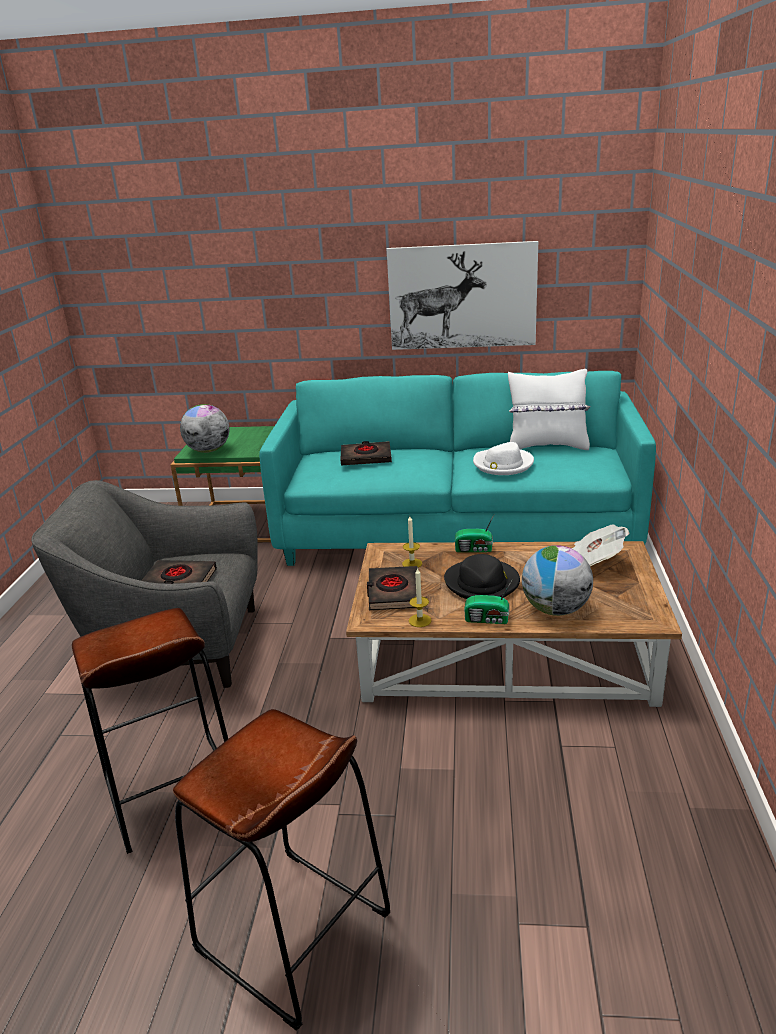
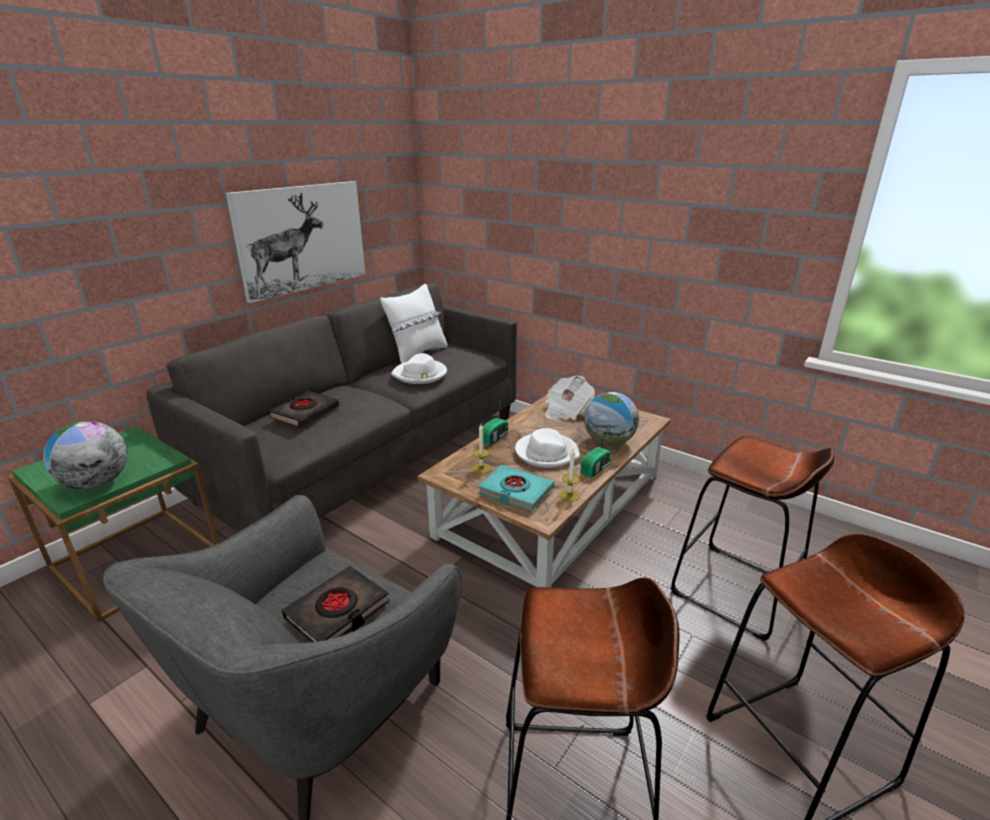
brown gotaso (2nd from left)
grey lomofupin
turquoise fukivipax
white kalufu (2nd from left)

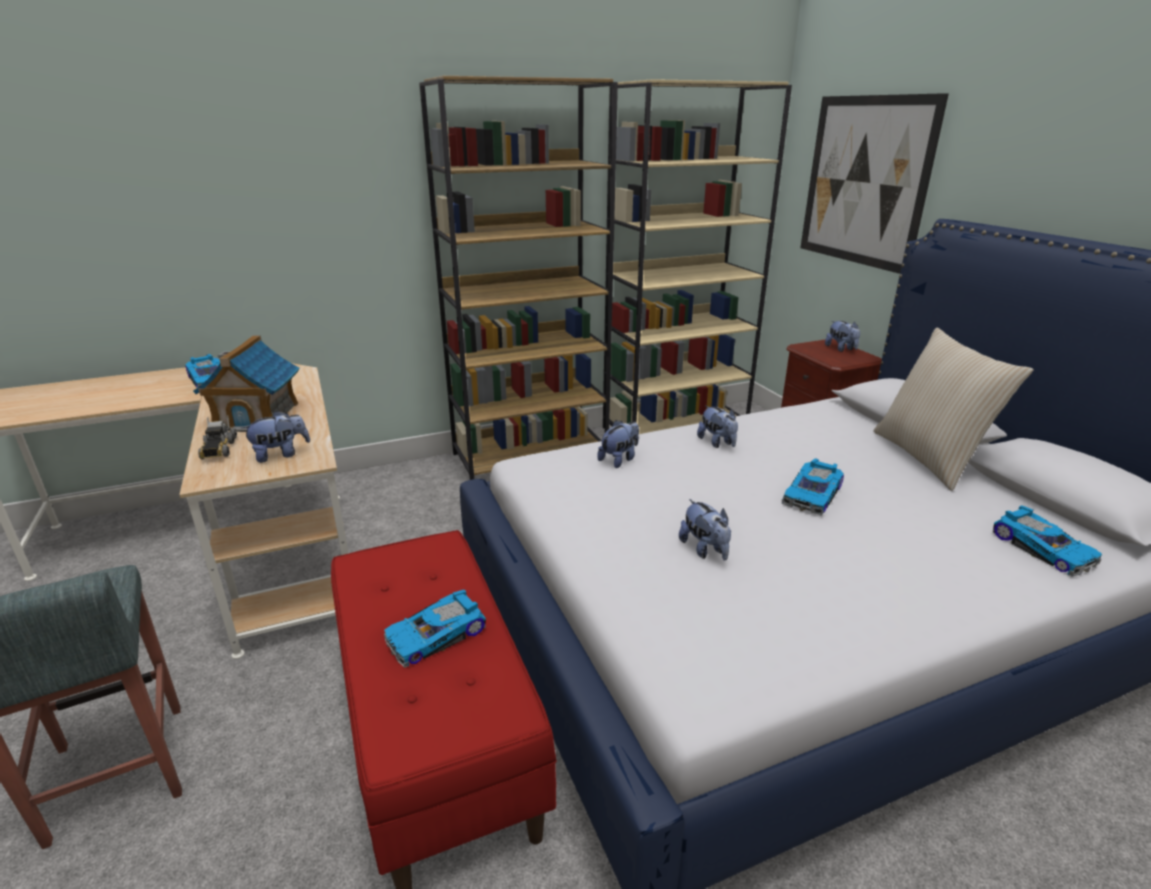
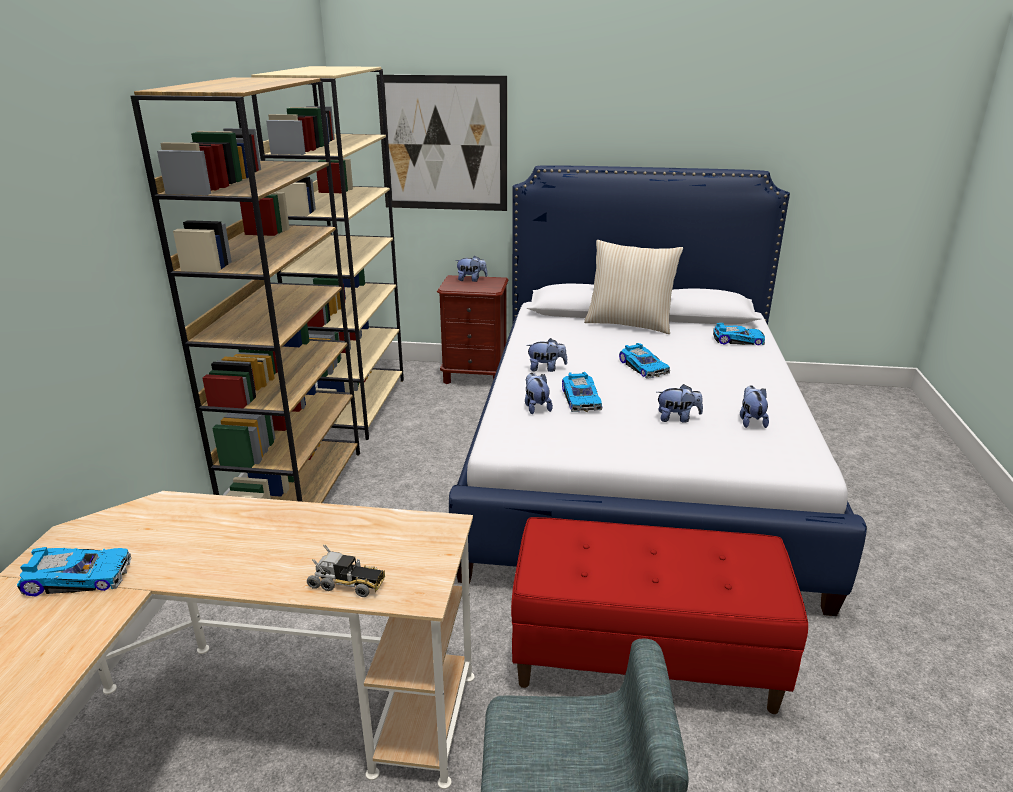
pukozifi
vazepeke (5th from left)
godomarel (2nd from left)

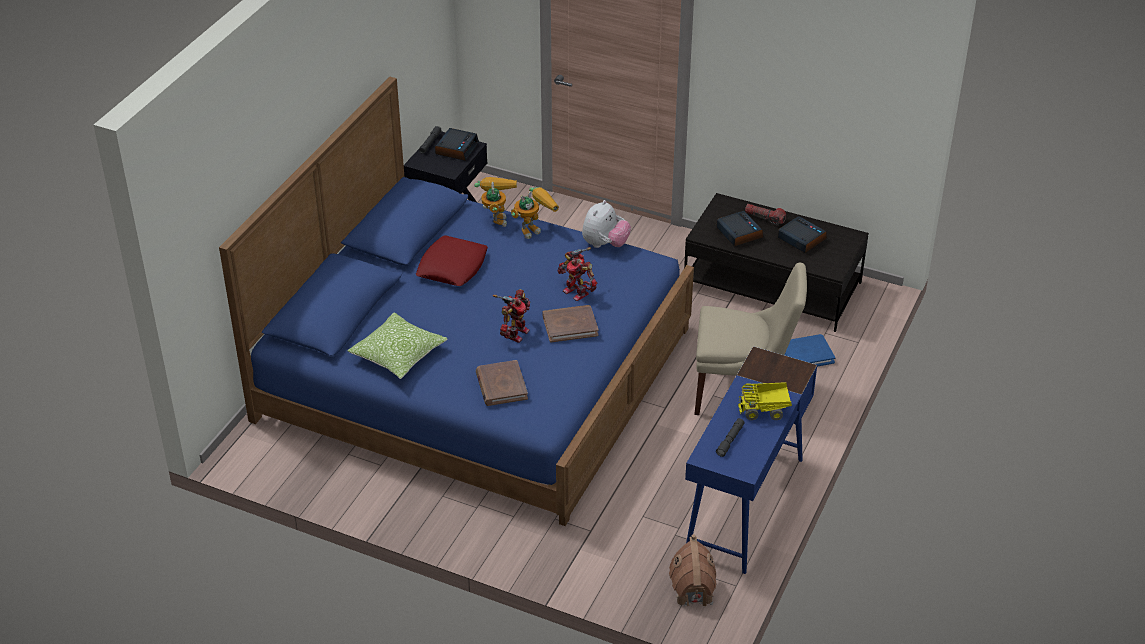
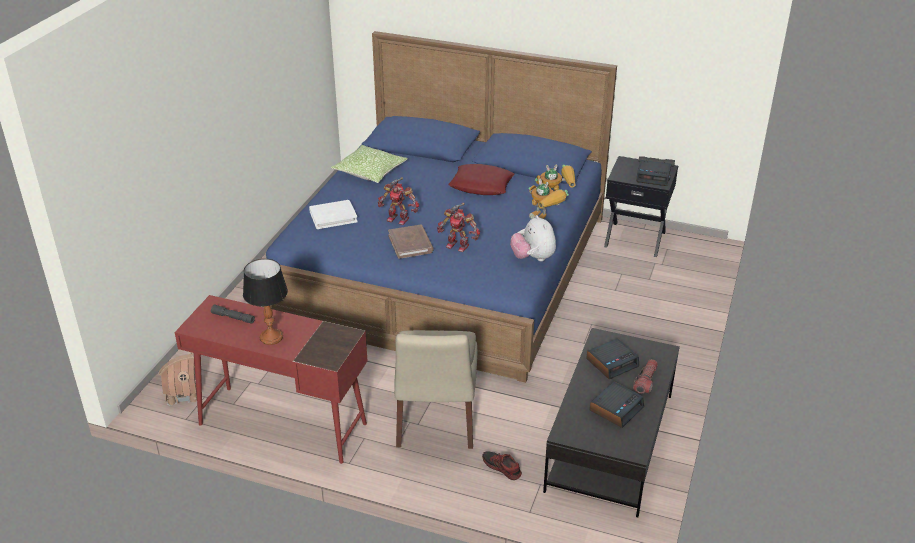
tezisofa
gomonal
white fukivipax
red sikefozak
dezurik (2nd from left)
vazepeke

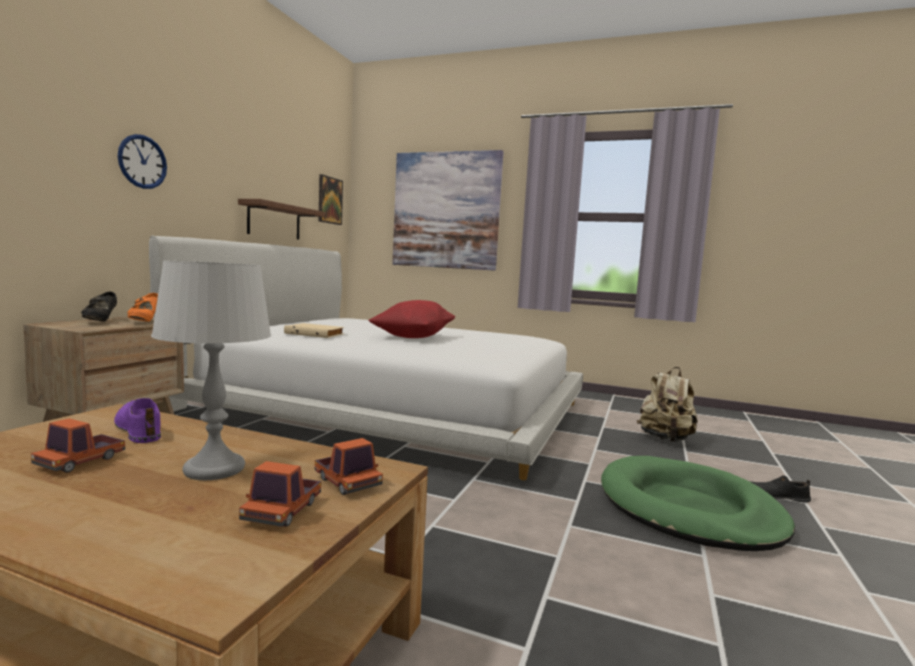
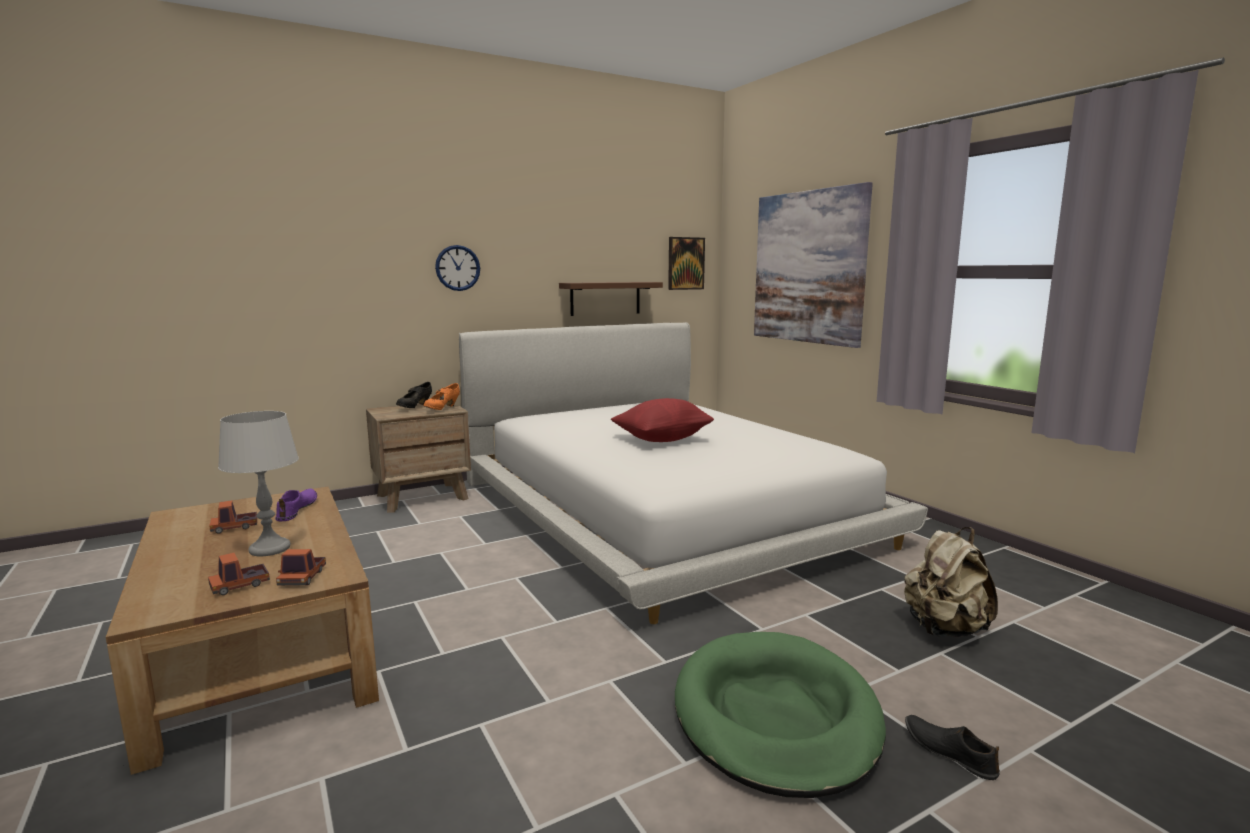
beige fukivipax

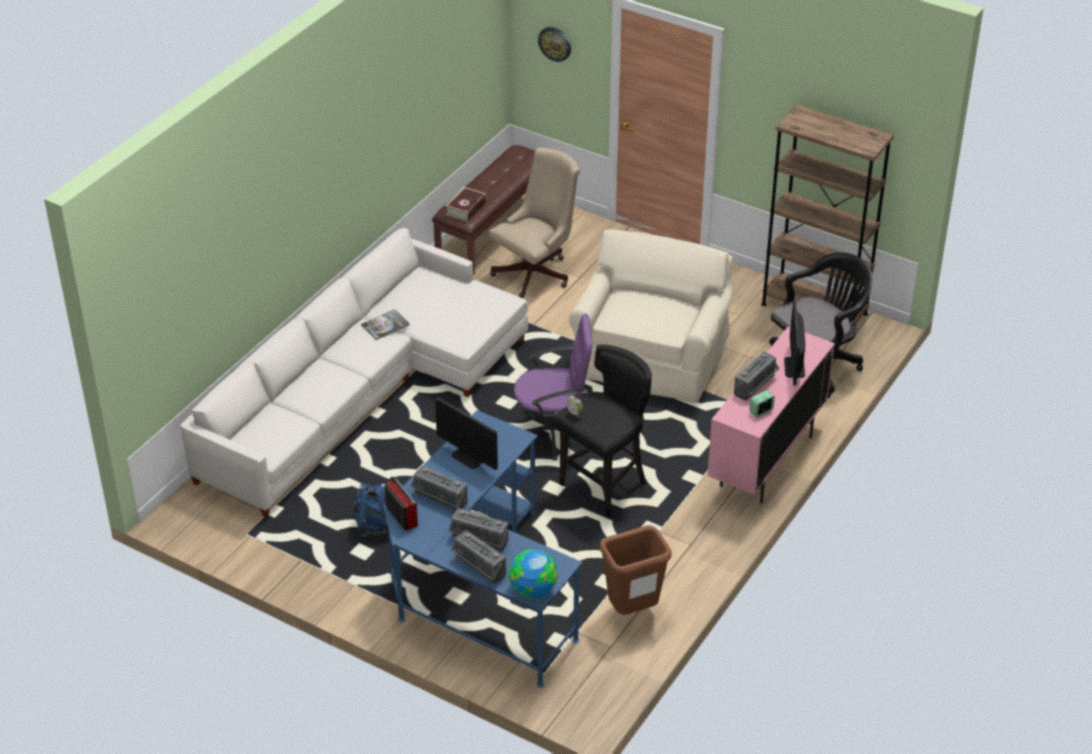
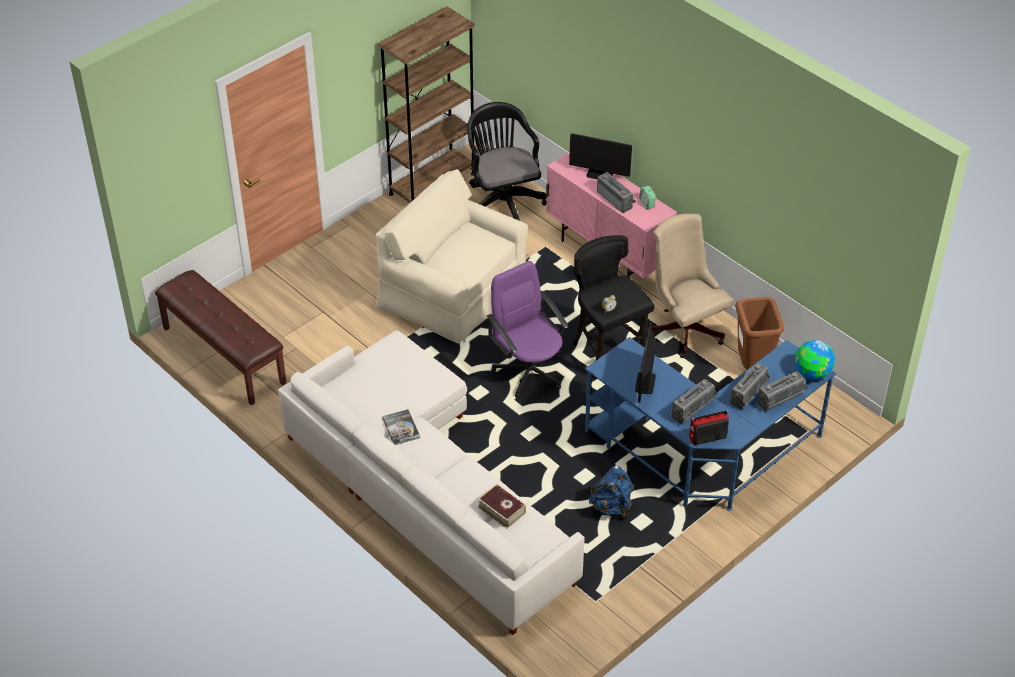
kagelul
fukivipax (2nd from left)
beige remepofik
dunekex (2nd from left)
purple remepofik

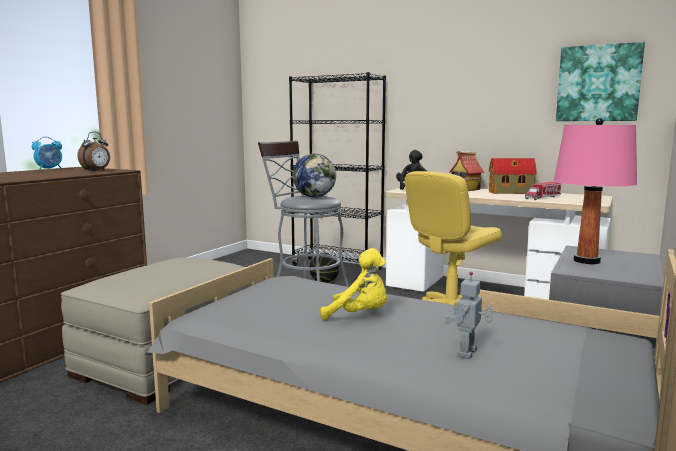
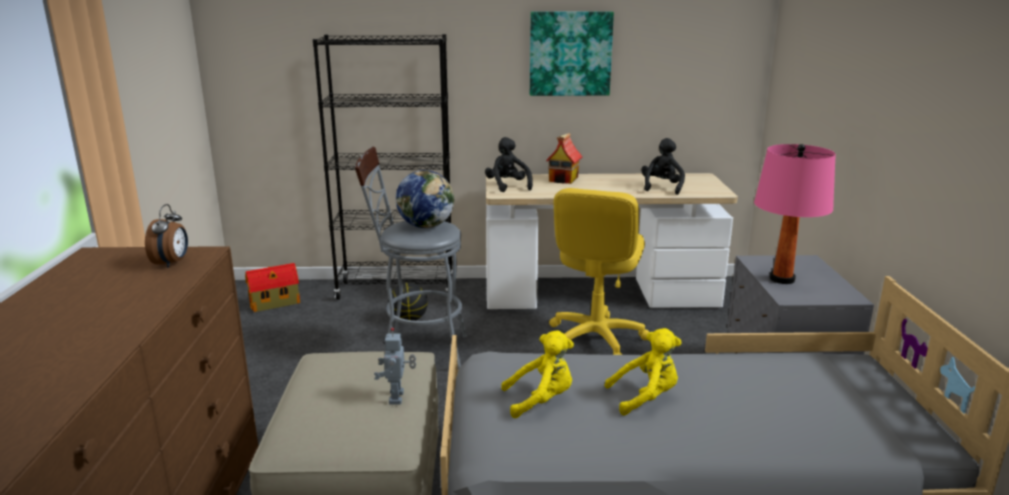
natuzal (1st from left in the first image)
yellow vazepeke (1st from left)
dezurik
pukozifi (1st from left)
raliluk
black vazepeke (2nd from left)

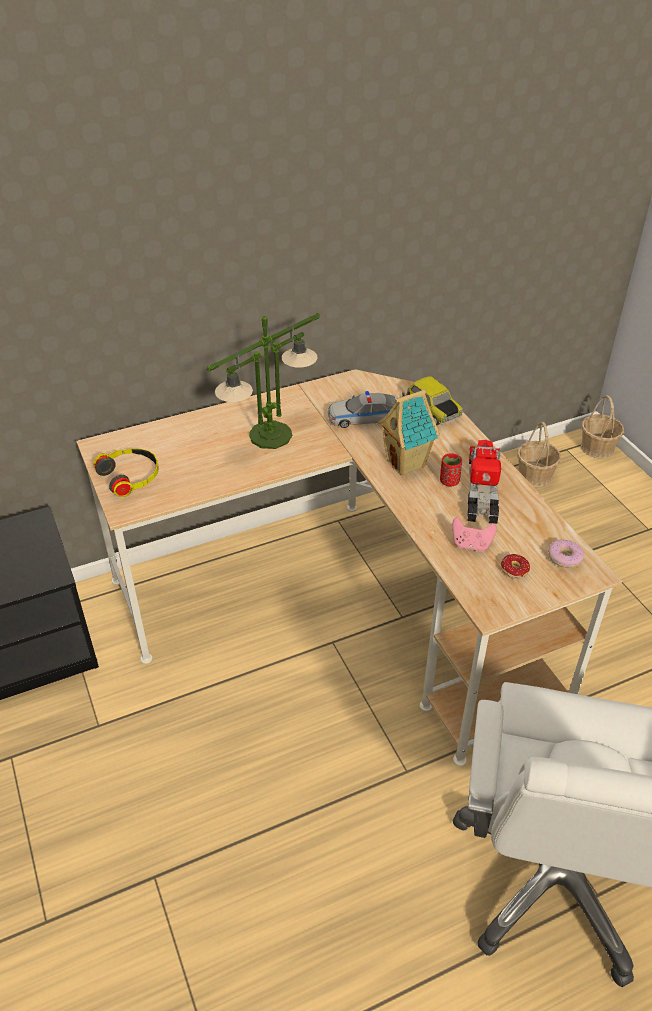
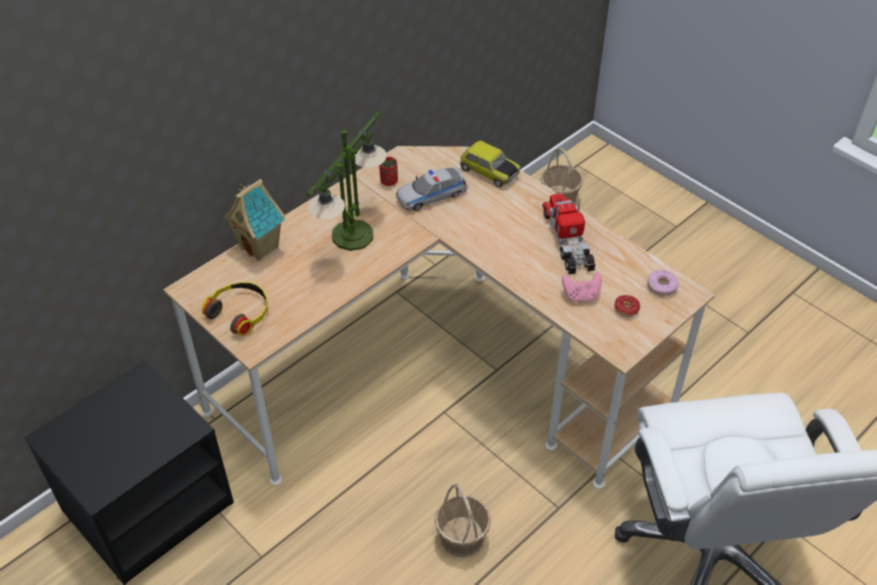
pukozifi
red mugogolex
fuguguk (1st from left)

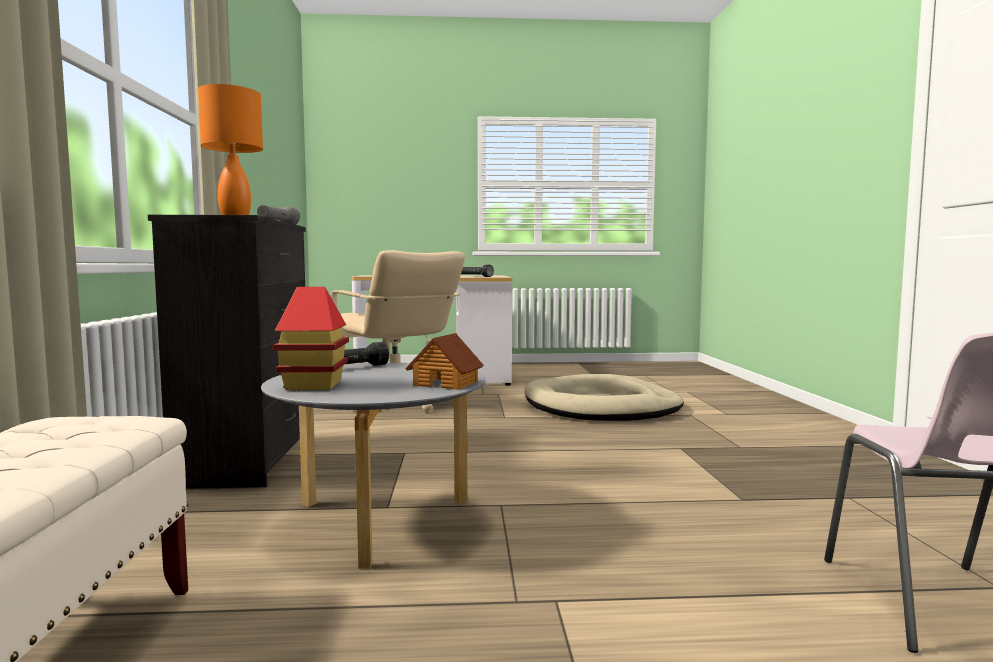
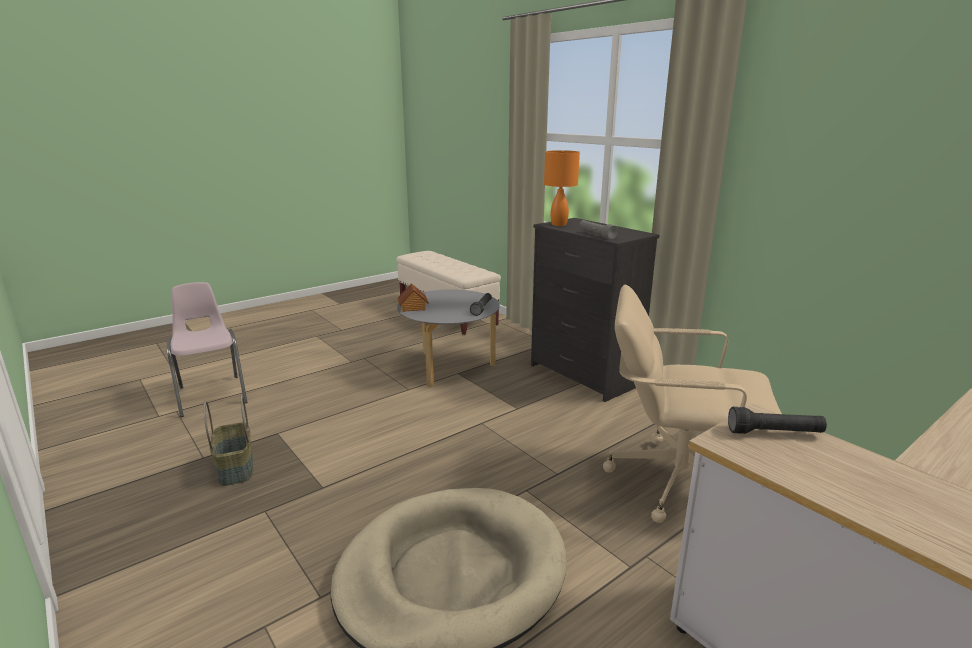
pukozifi (1st from left in the first image)
fuguguk

